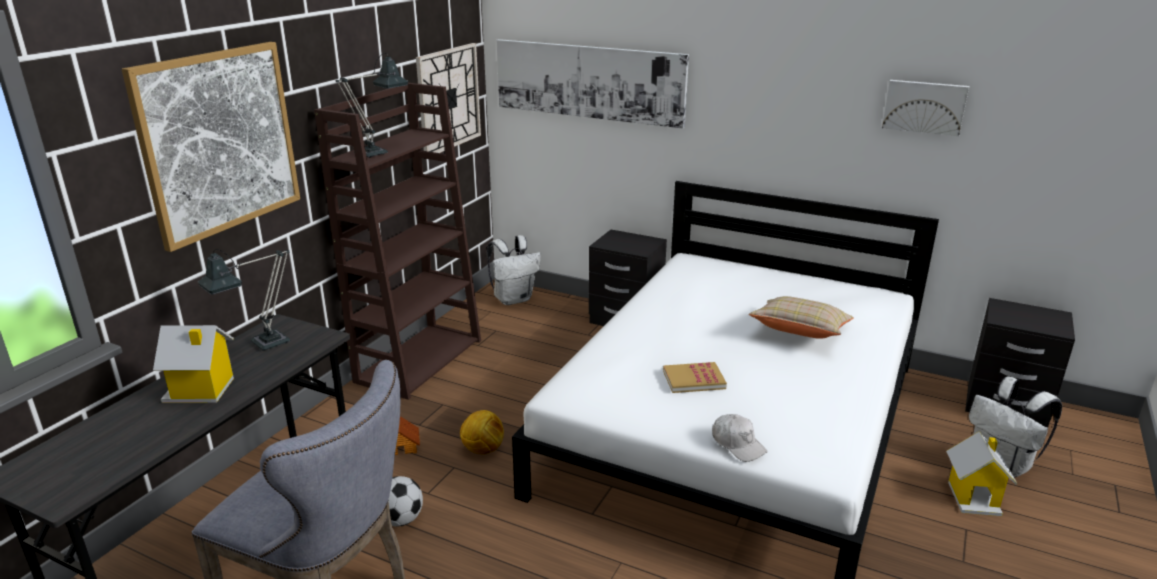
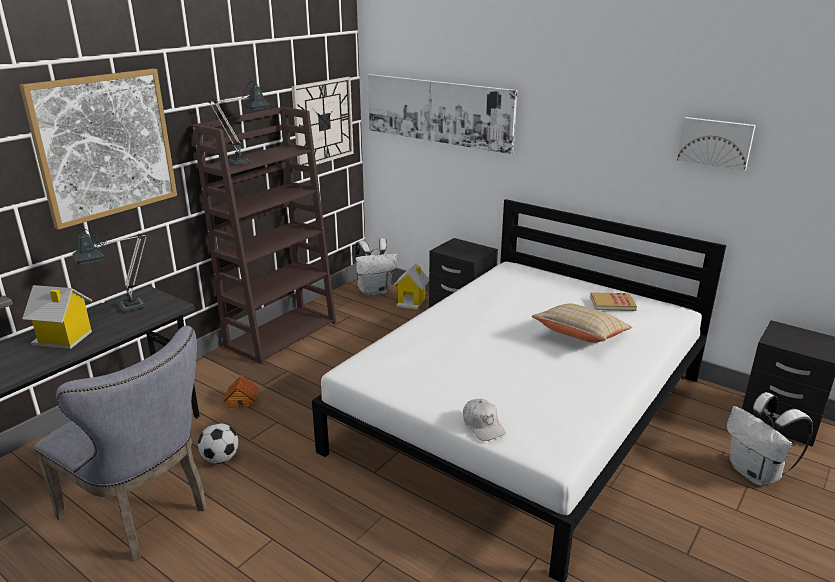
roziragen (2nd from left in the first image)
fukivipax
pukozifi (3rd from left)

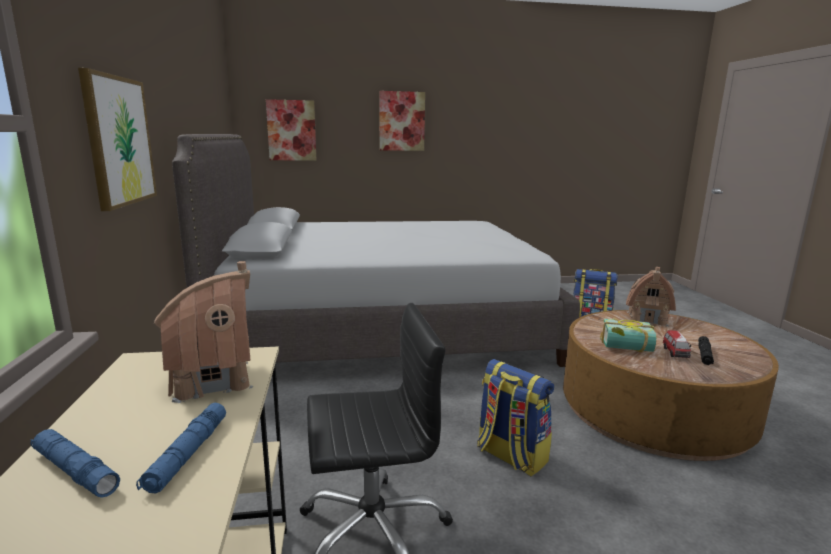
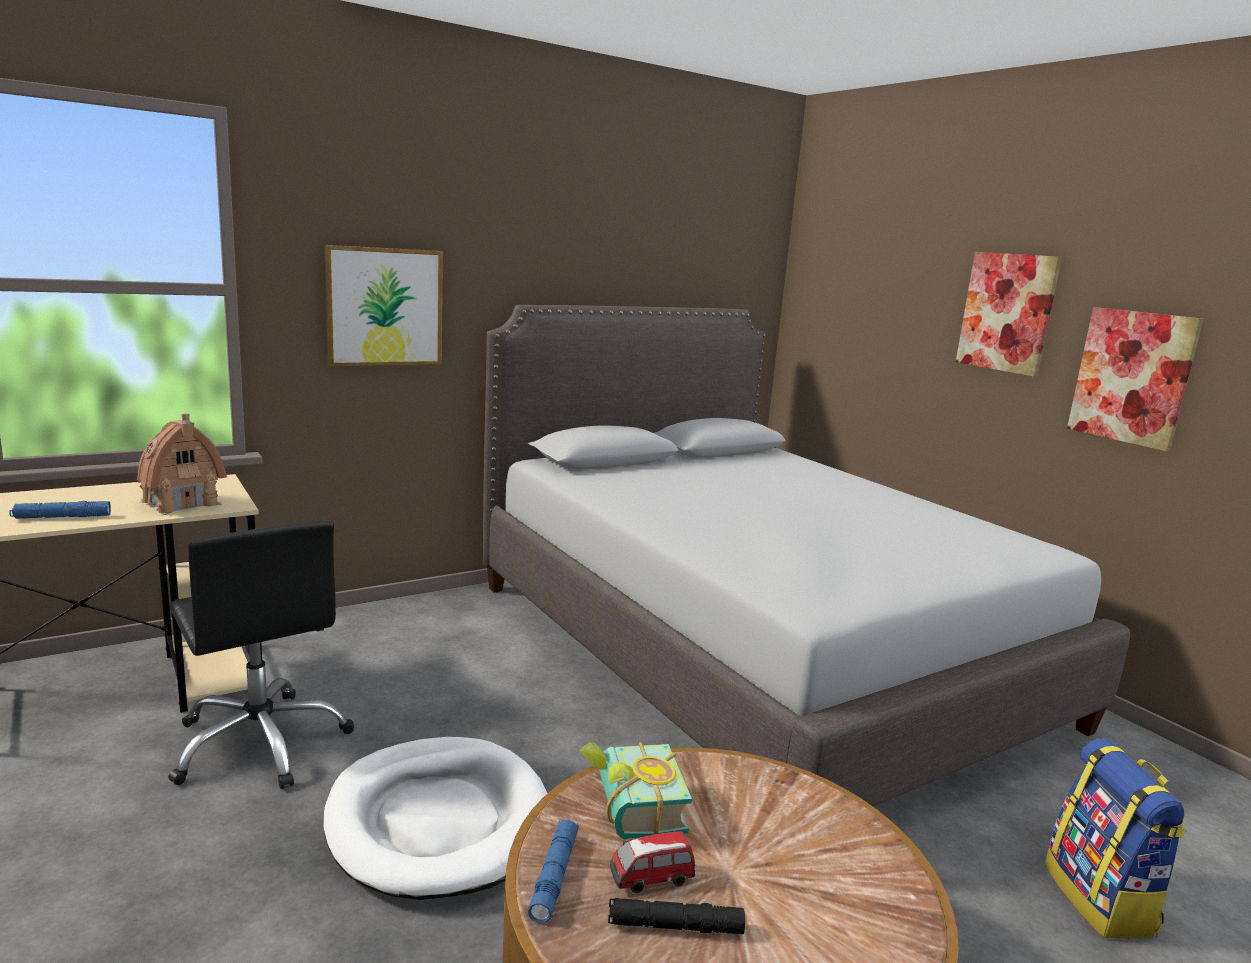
pukozifi (2nd from left in the first image)
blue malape (2nd from left)
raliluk (3rd from left)
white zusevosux

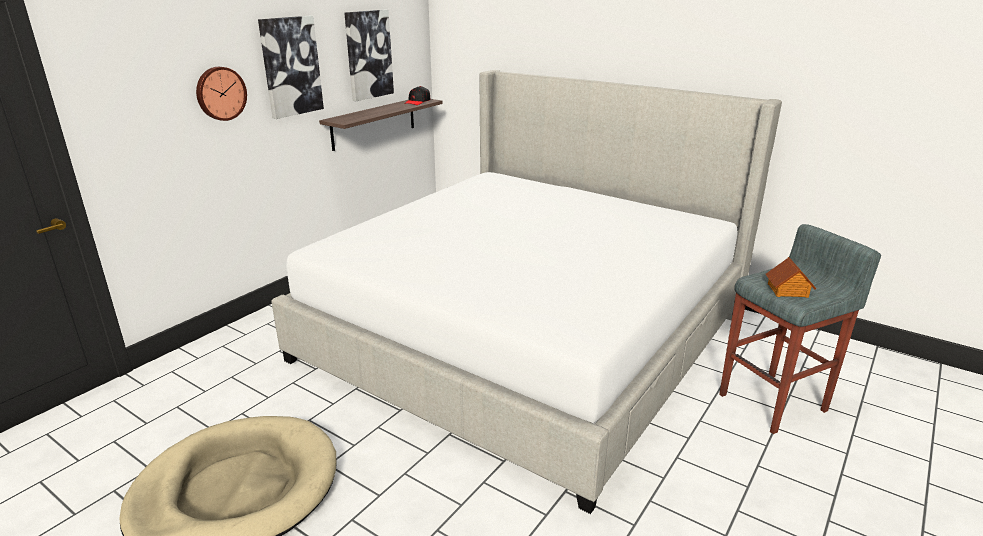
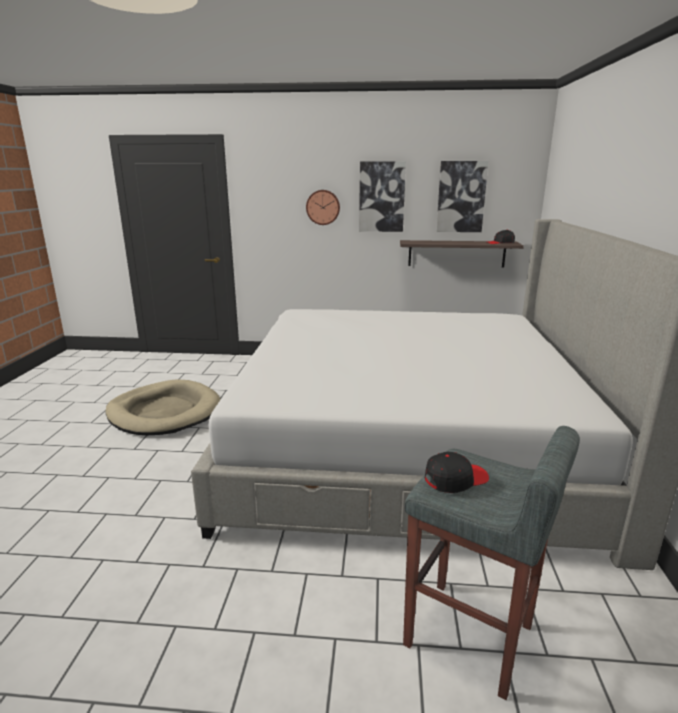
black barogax (1st from left)

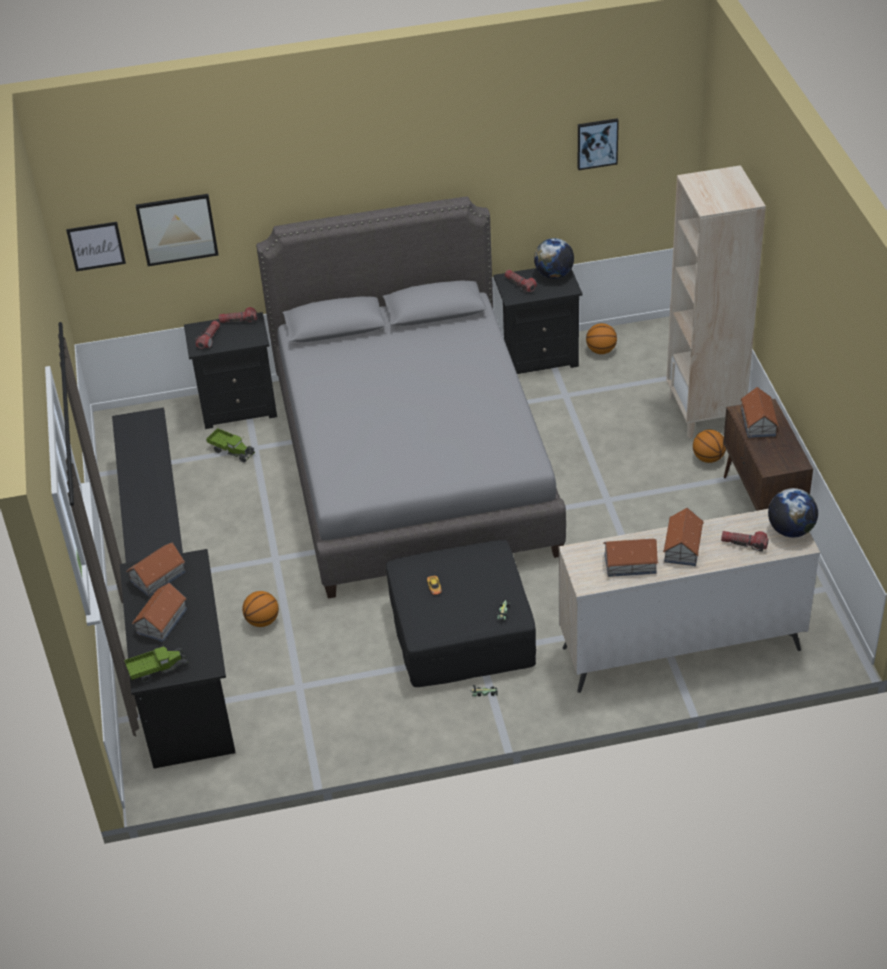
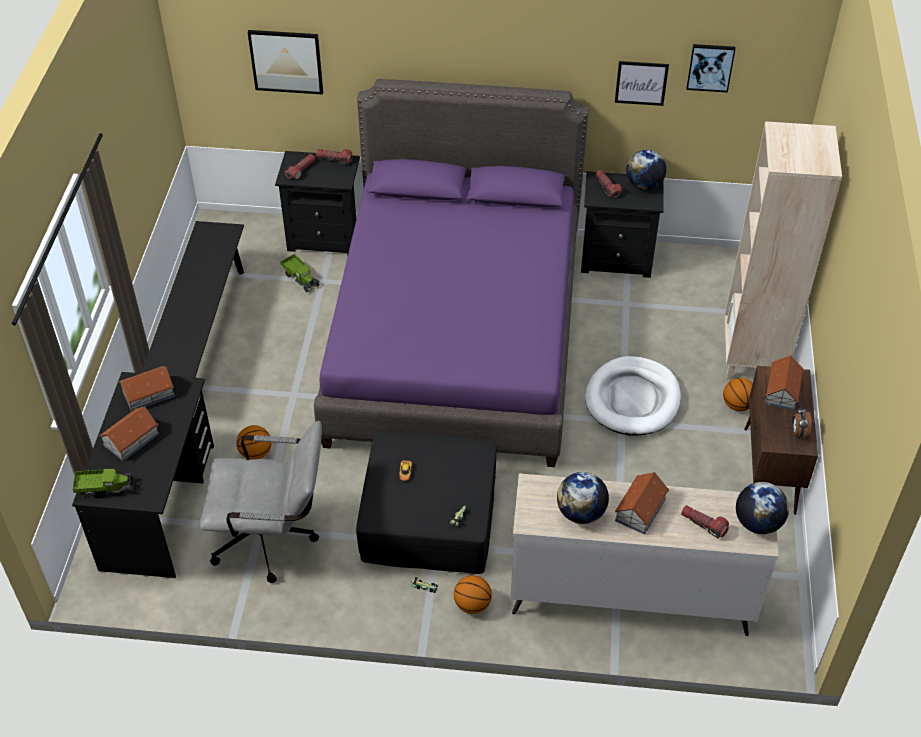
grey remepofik
white zusevosux
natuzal
raliluk (2nd from left)
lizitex (2nd from left)
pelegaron (1st from left)
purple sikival

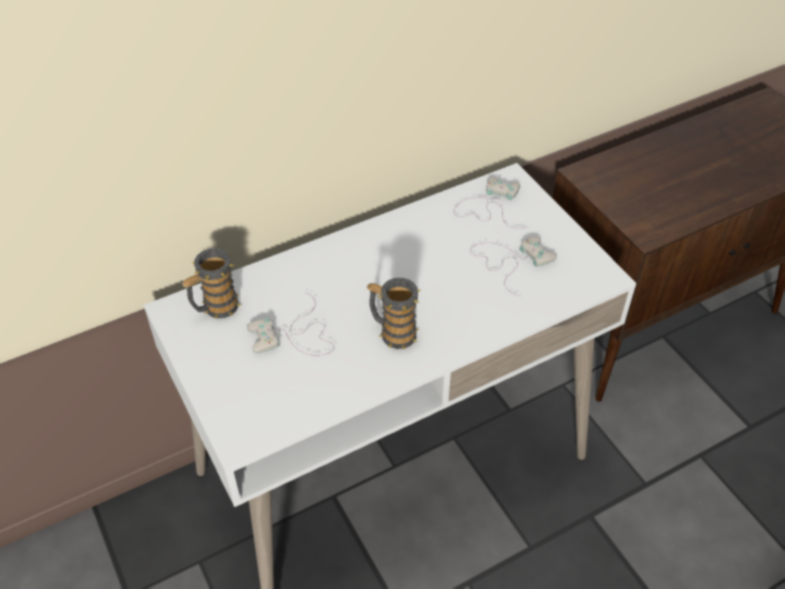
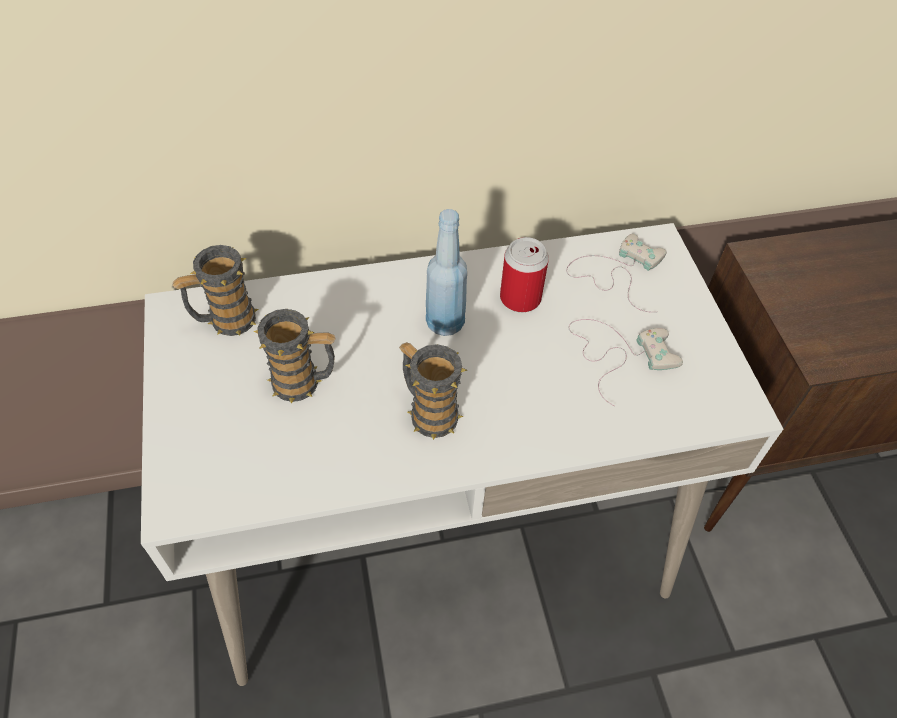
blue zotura
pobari
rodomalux (2nd from left)

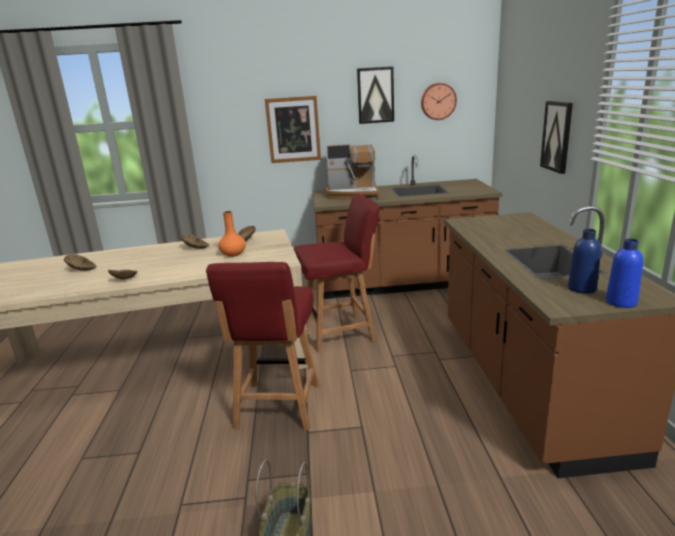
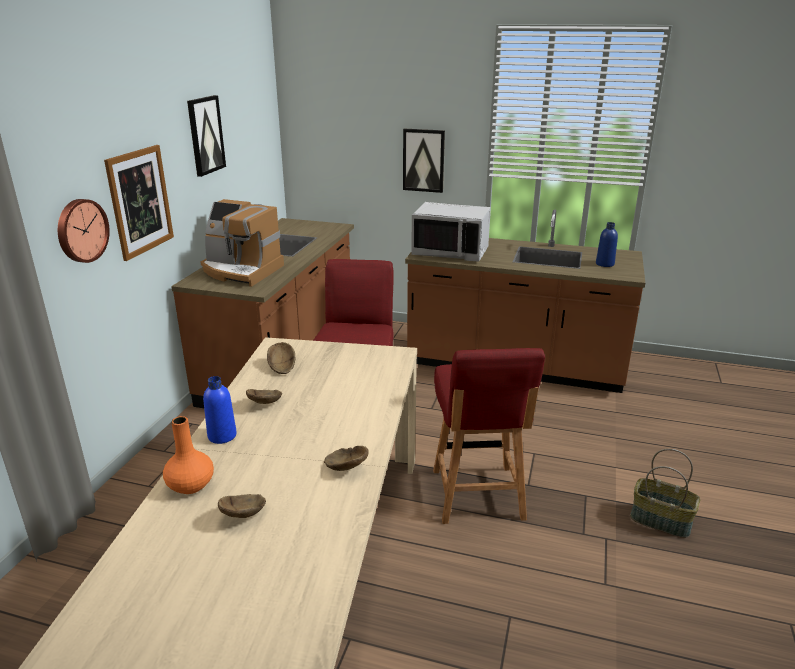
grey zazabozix
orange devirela
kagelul
blue zotura (1st from left)
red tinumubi (2nd from left)
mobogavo

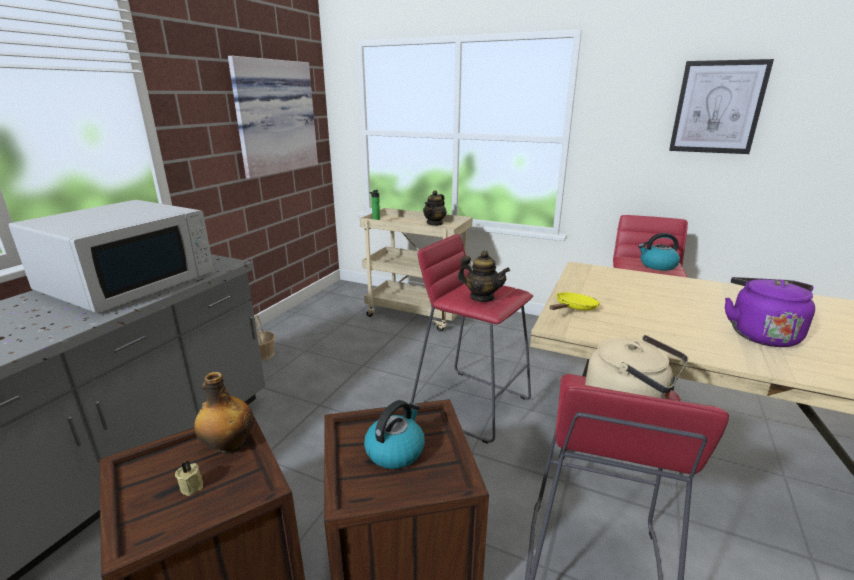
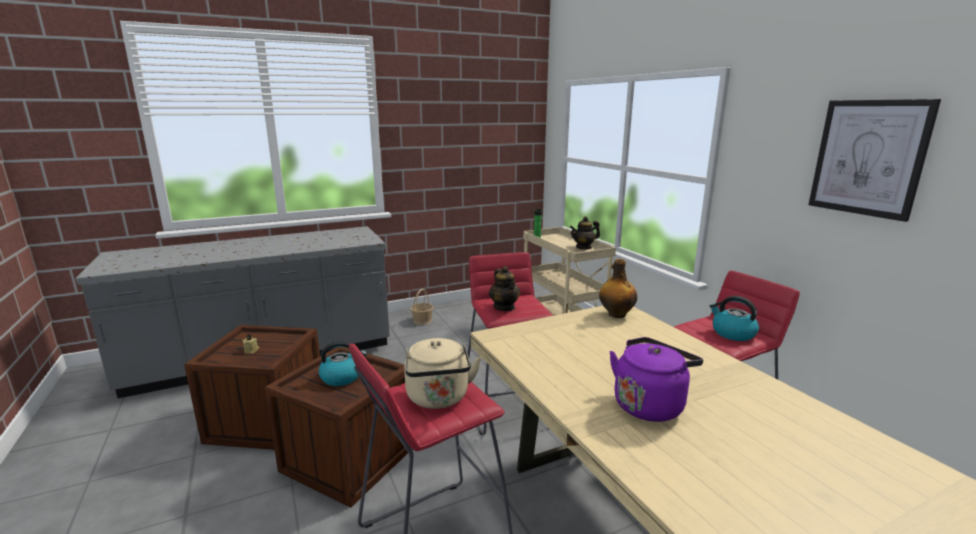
white zazabozix
raliluk (1st from left in the first image)
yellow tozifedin
zotura (2nd from left)

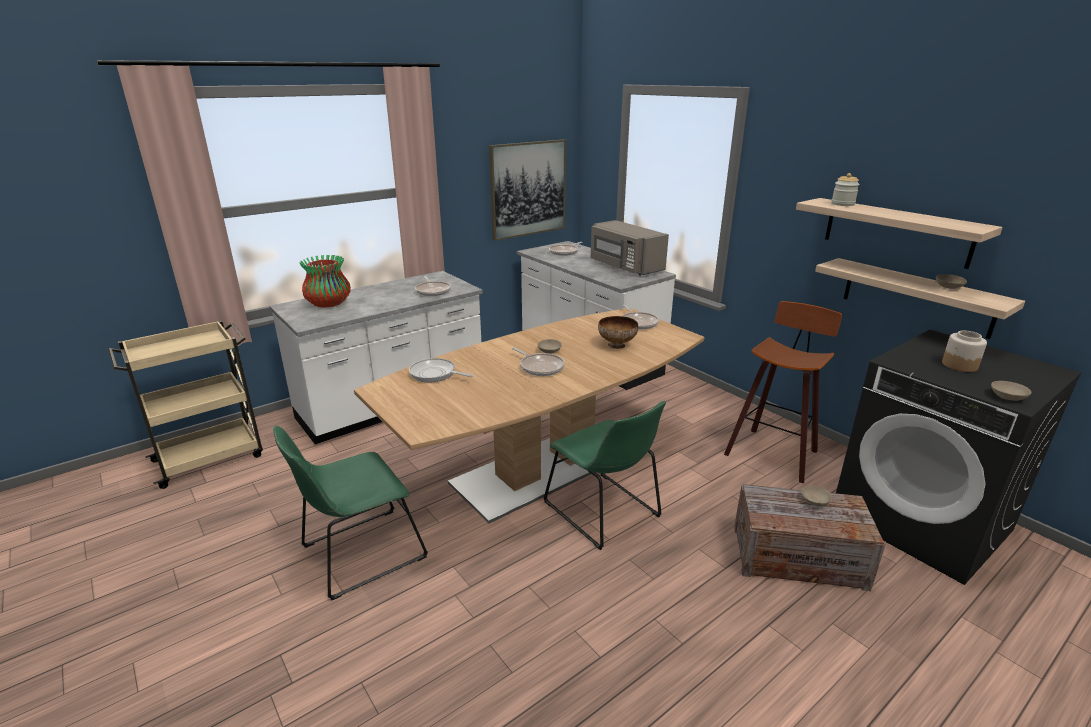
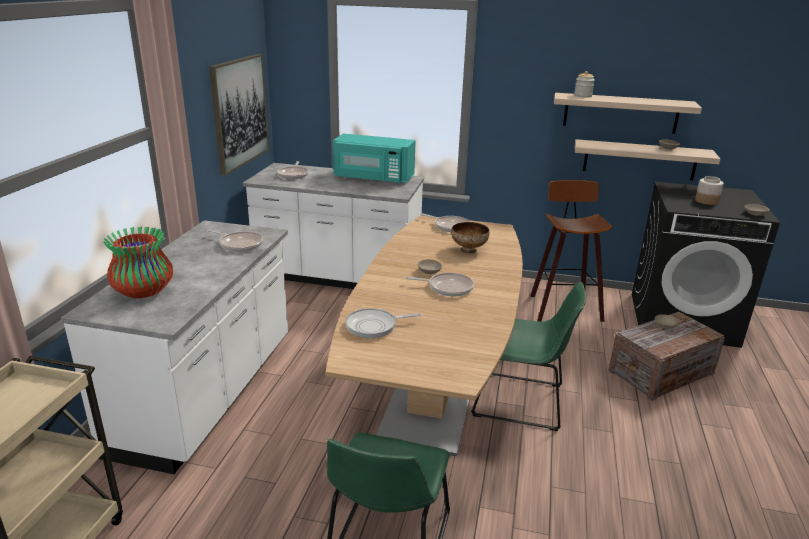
turquoise zazabozix

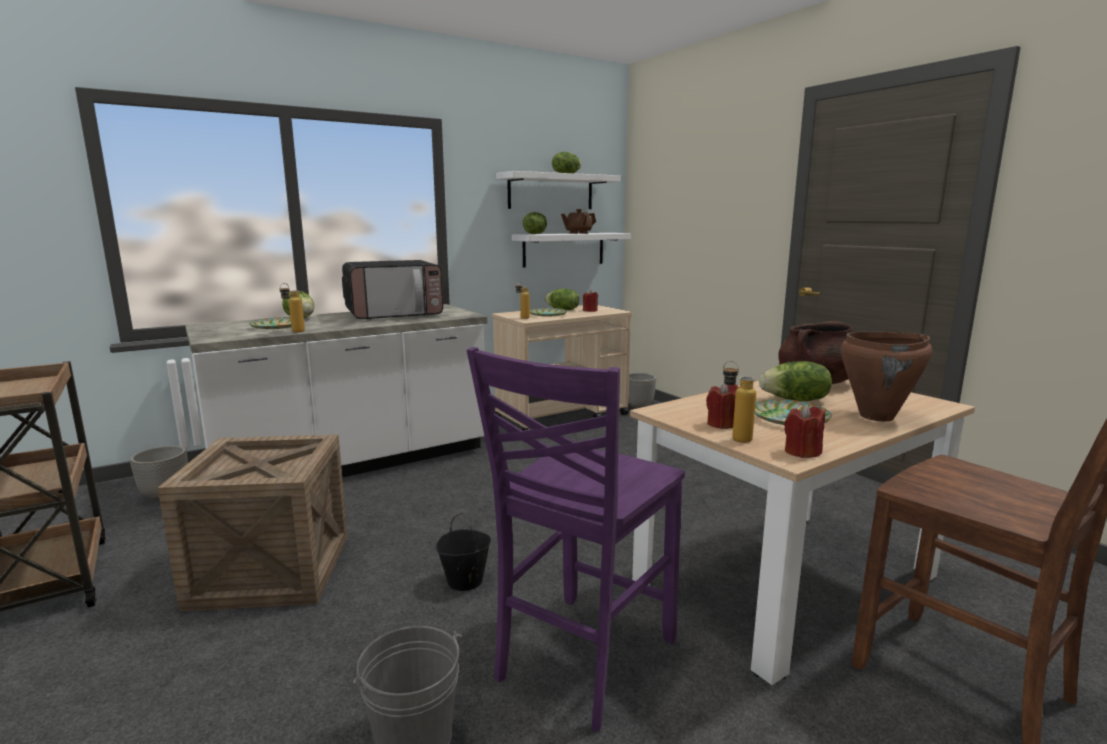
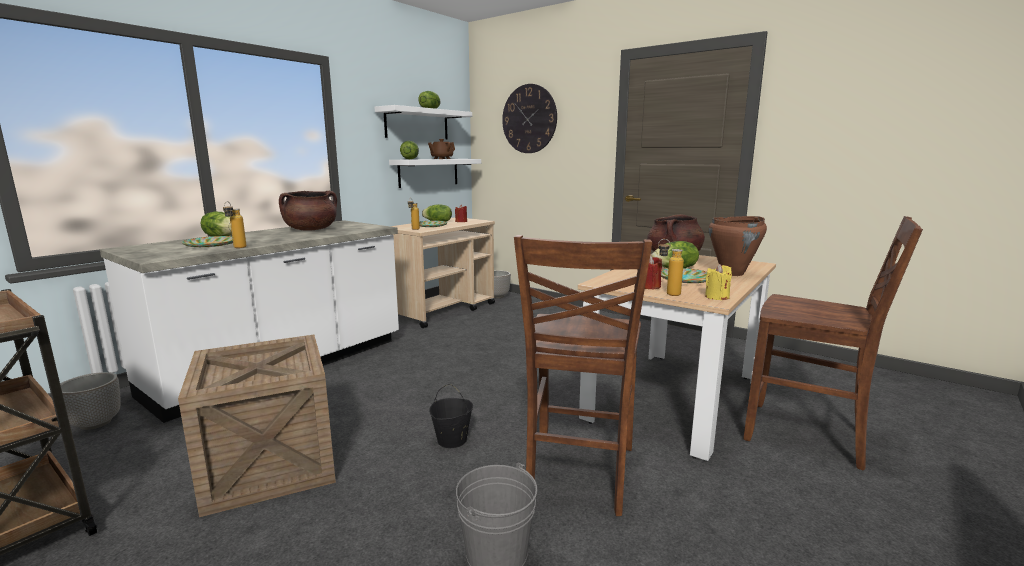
kagelul
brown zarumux (1st from left)
brown tinumubi (1st from left)
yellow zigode

